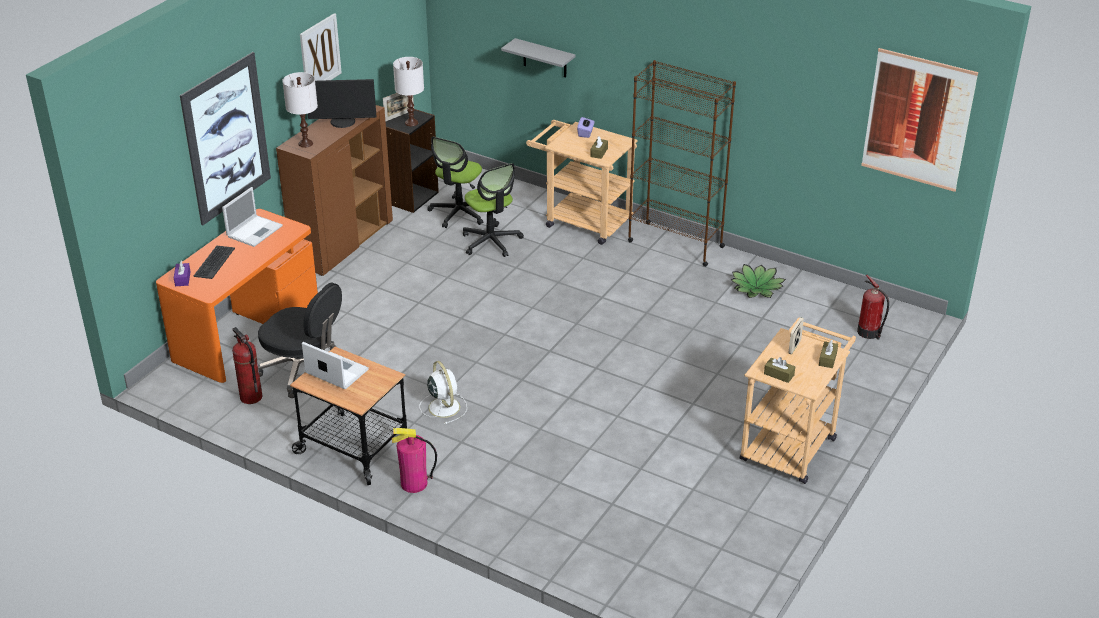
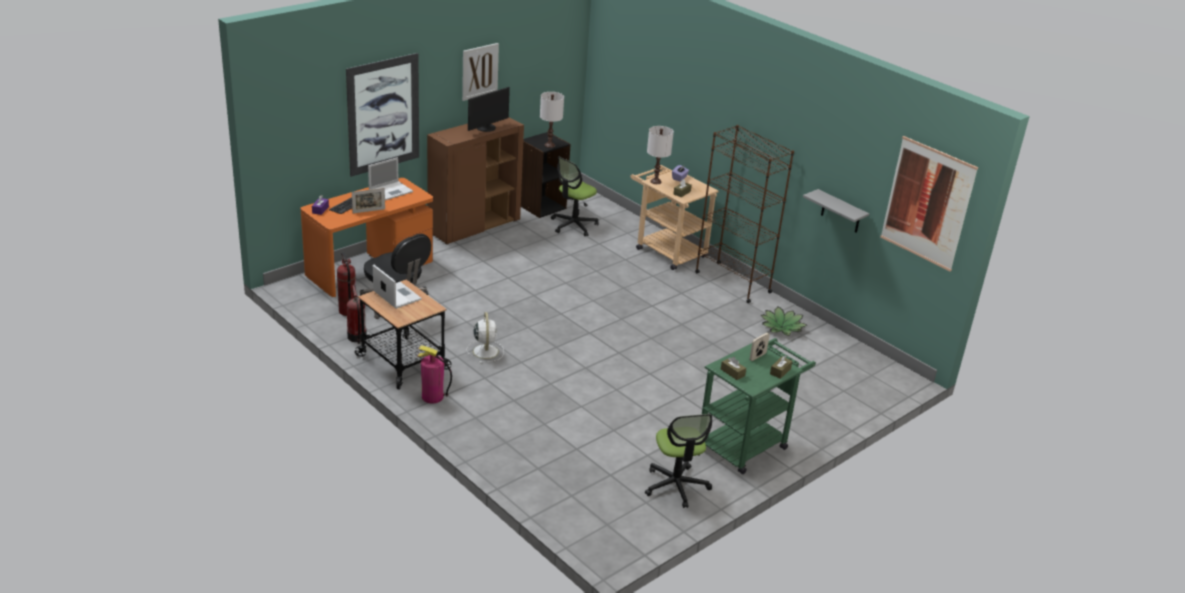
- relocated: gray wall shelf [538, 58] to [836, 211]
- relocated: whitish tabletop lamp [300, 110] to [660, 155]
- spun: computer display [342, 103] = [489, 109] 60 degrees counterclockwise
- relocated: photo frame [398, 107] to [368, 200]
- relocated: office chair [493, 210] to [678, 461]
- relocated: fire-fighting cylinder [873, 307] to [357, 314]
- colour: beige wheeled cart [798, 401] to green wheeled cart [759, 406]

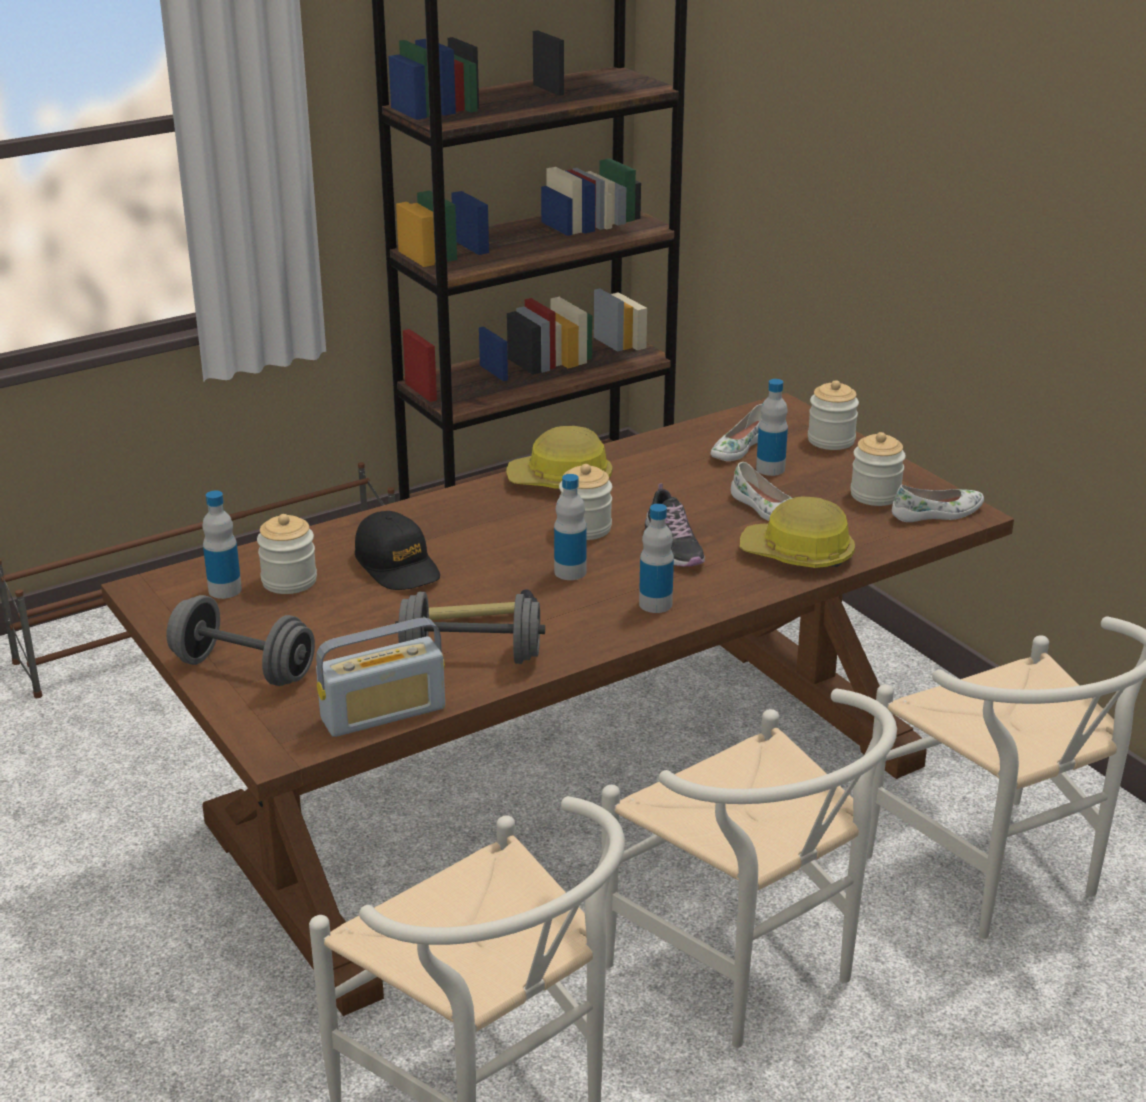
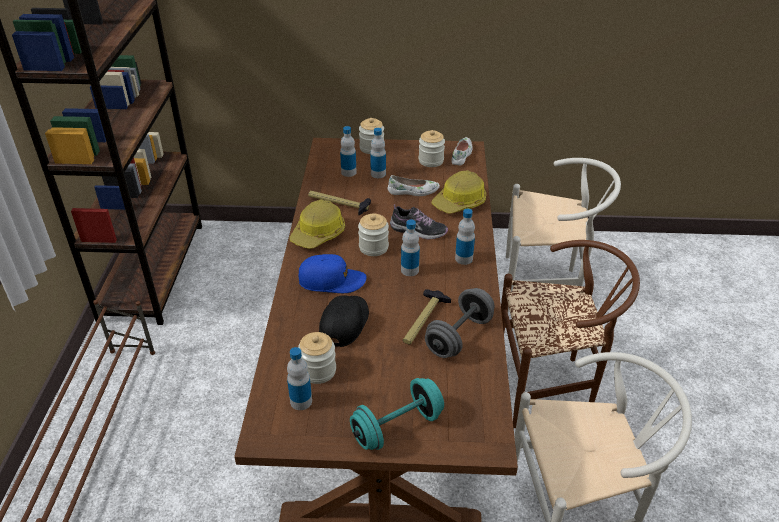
- exchanged: whitish low shoe [736, 432] to drink bottle [348, 151]
- spun: black cap [397, 550] = [344, 321] 75 degrees counterclockwise
- colour: gray hand weight [240, 640] to turquoise hand weight [397, 414]
- missing: radio receiver [380, 677]
- colour: whitish plain chair [749, 868] to brown-coloured plain chair [570, 334]
- appeared: hand hammer [339, 203]
- appeared: bluish cap [332, 273]

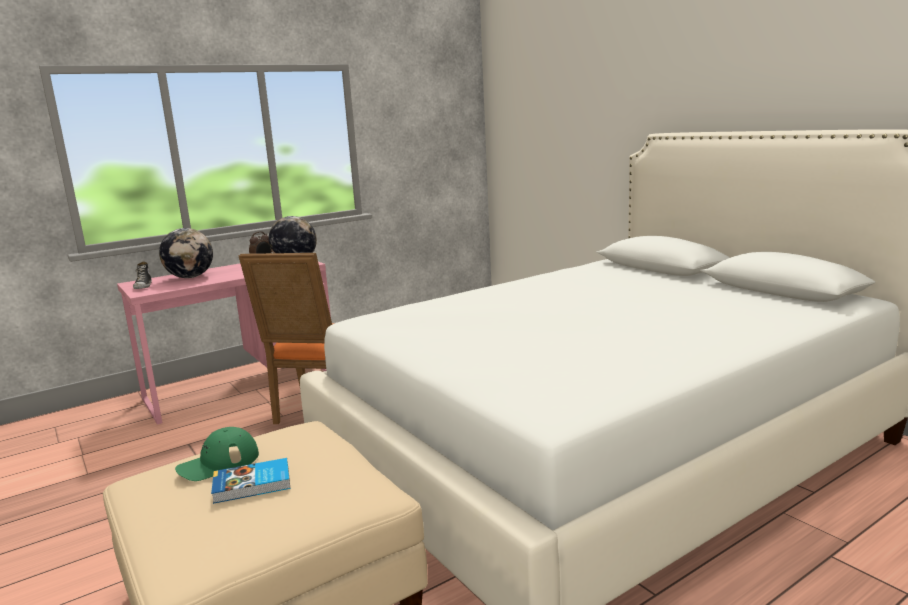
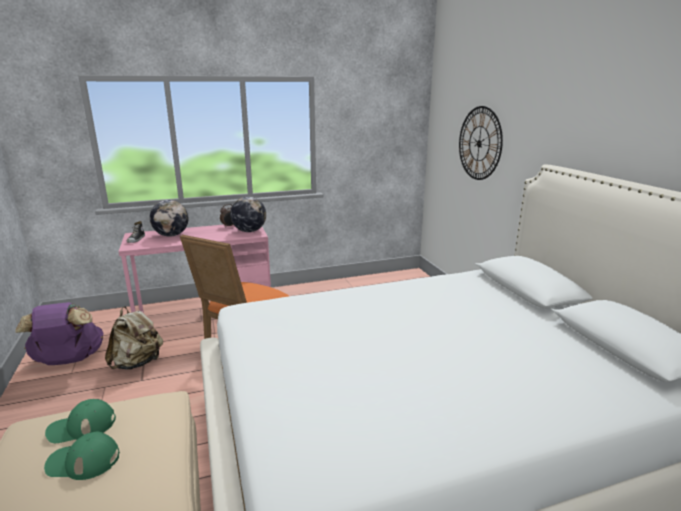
- exchanged: volume [250, 481] to green cap [82, 456]
- appeared: hanging clock [481, 143]
- appeared: purple rucksack [59, 333]
- appeared: beige rucksack [134, 338]

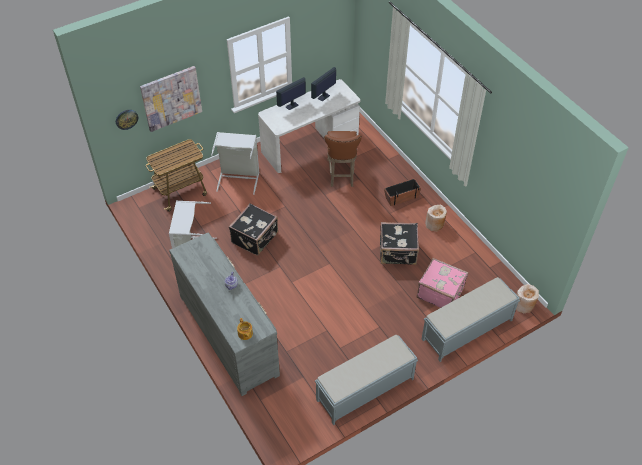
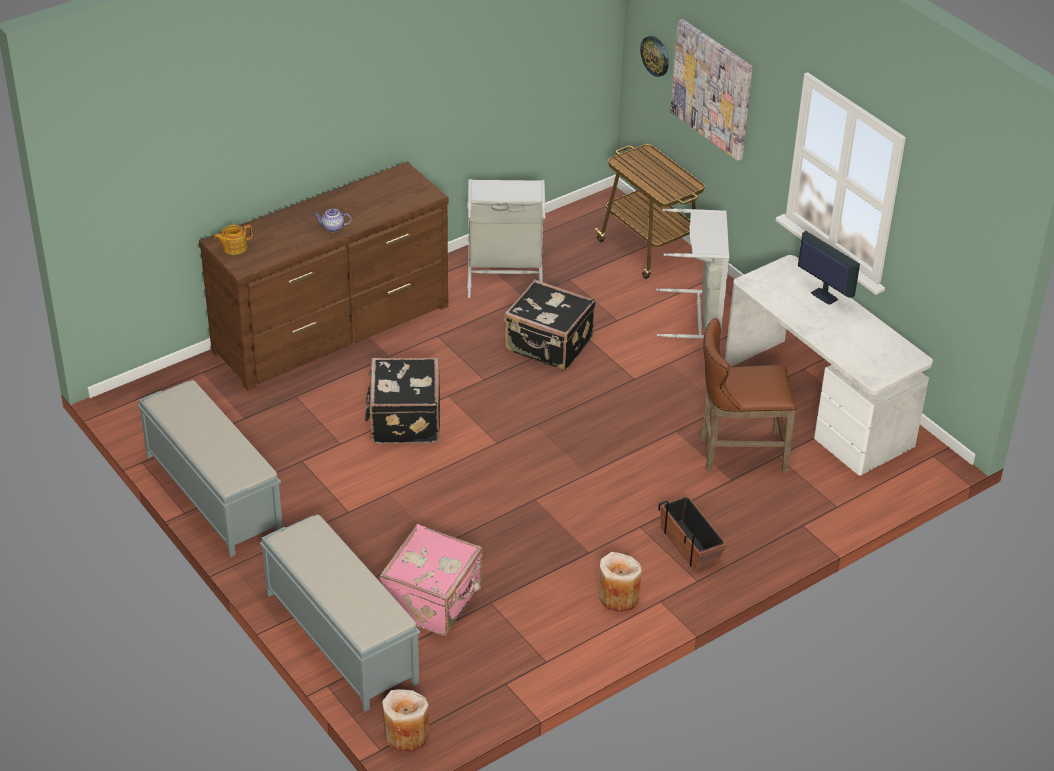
- missing: computer display [323, 84]
- relocated: black suitcase [399, 243] to [402, 401]
- colour: gray drawer chest [224, 314] to brown-coloured drawer chest [324, 276]

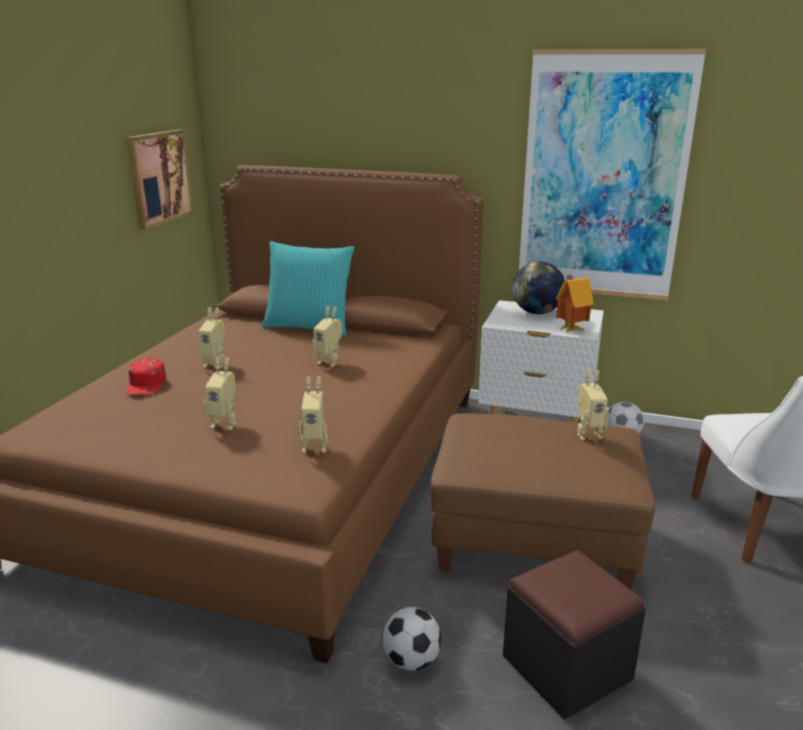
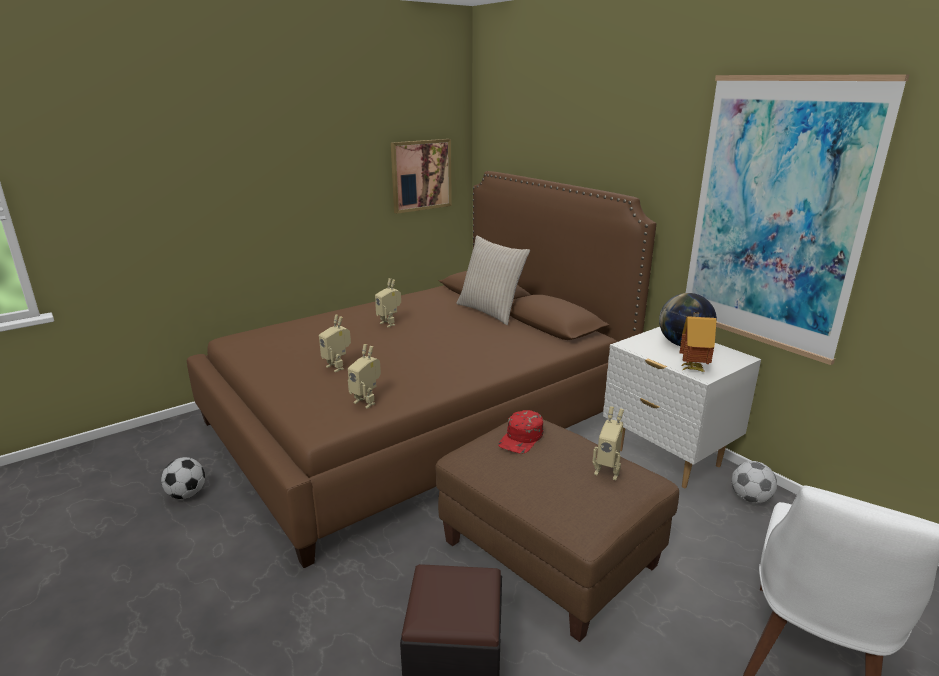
- colour: turquoise throw pillow [308, 288] to beige throw pillow [493, 280]
- missing: model robot [327, 336]
- relocated: red-coloured cap [145, 376] to [520, 432]
- relocated: ball for football [412, 639] to [183, 478]

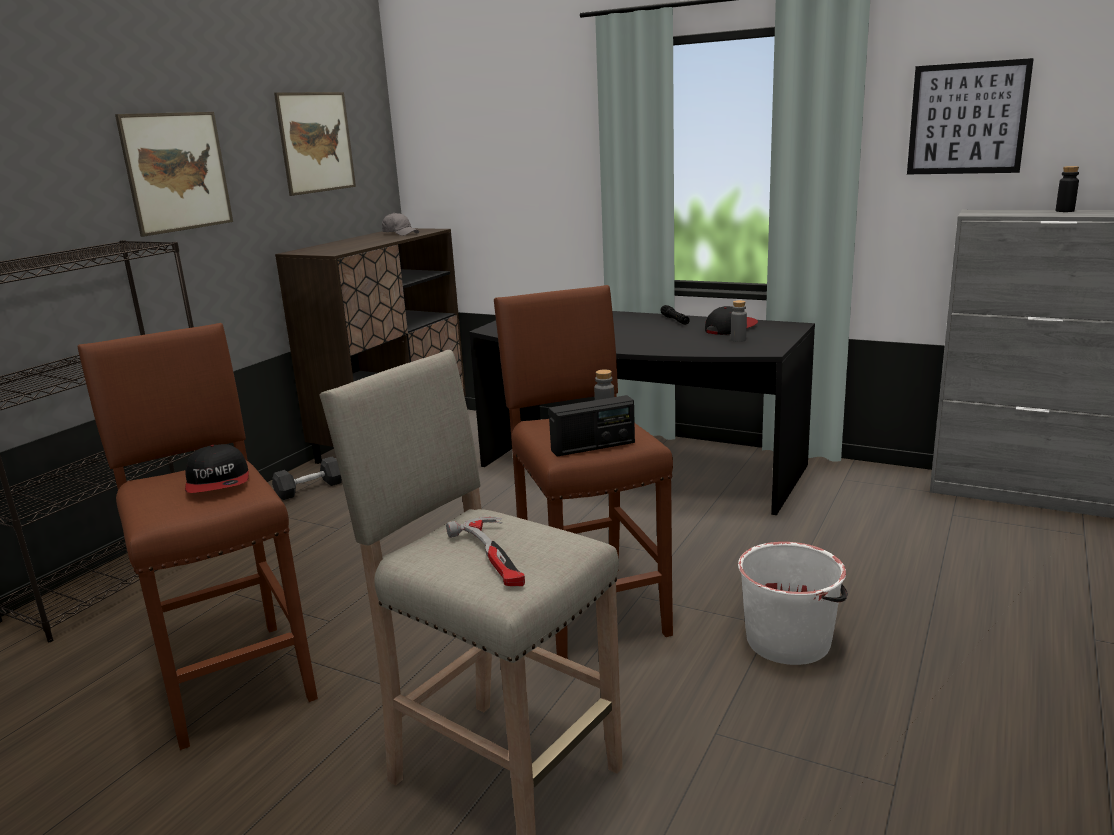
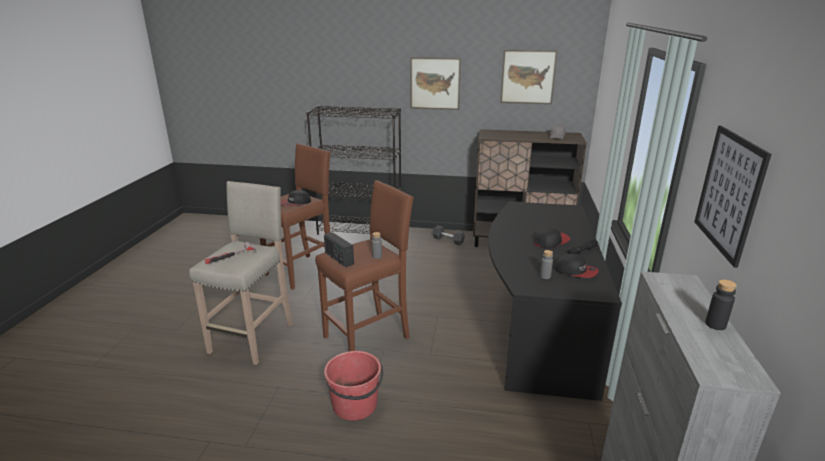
- colour: whitish bucket [793, 603] to red-coloured bucket [353, 386]
- appeared: cap [552, 237]

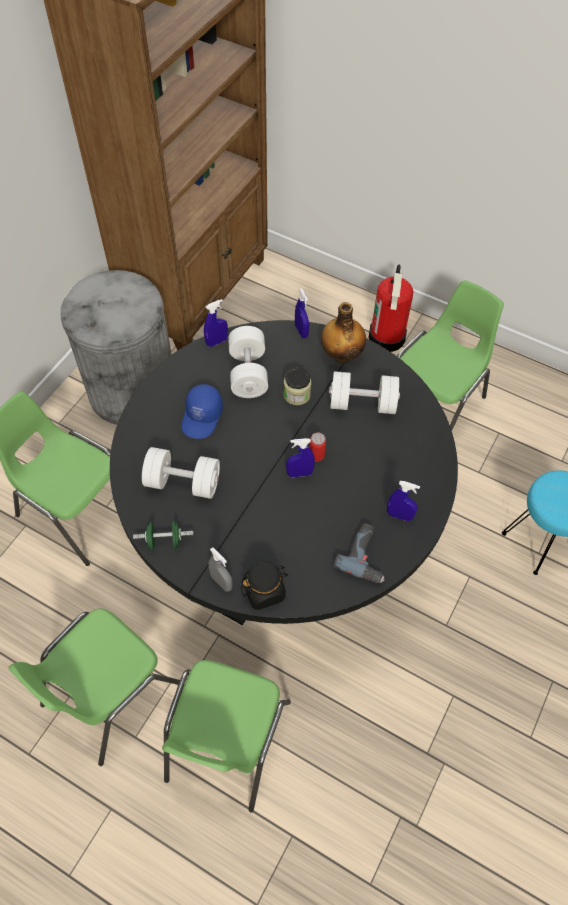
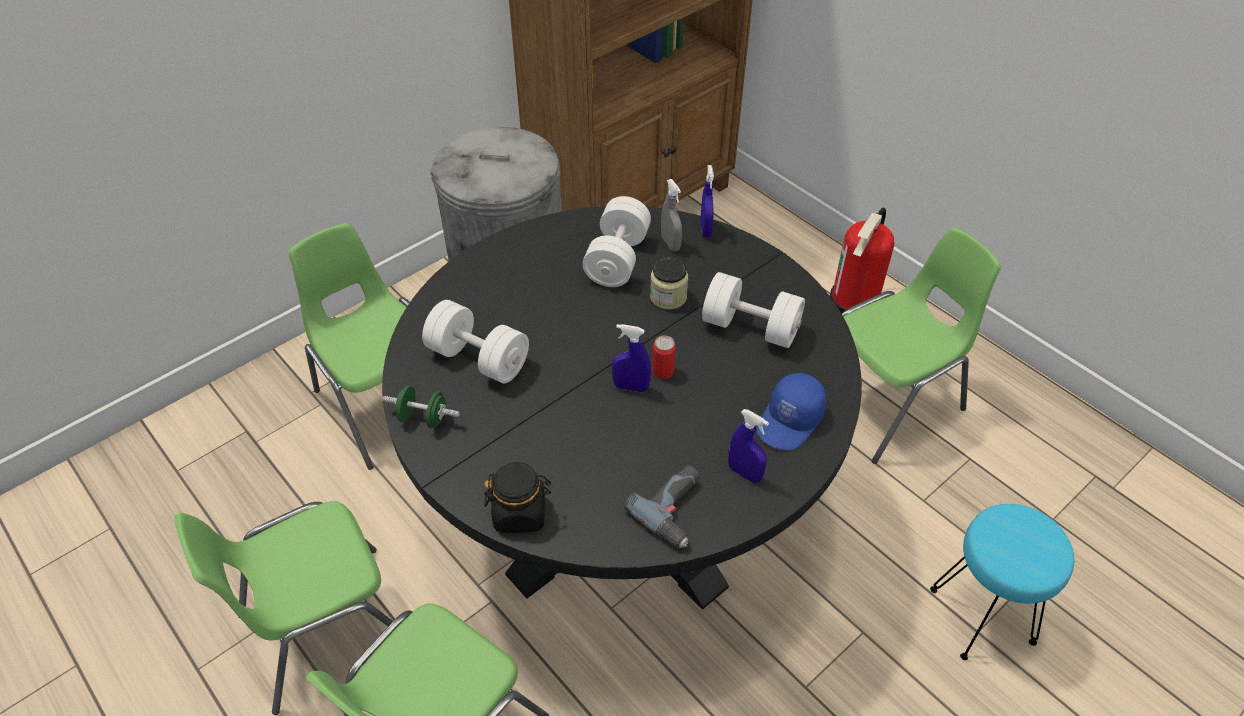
- missing: bluish spray bottle [216, 323]
- missing: drink bottle [343, 332]
- relocated: bluish cap [202, 411] to [791, 411]
- relocated: gray spray bottle [221, 569] to [671, 215]

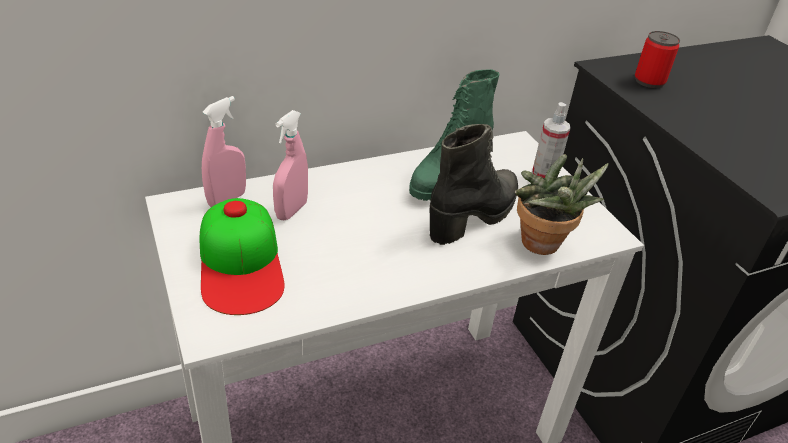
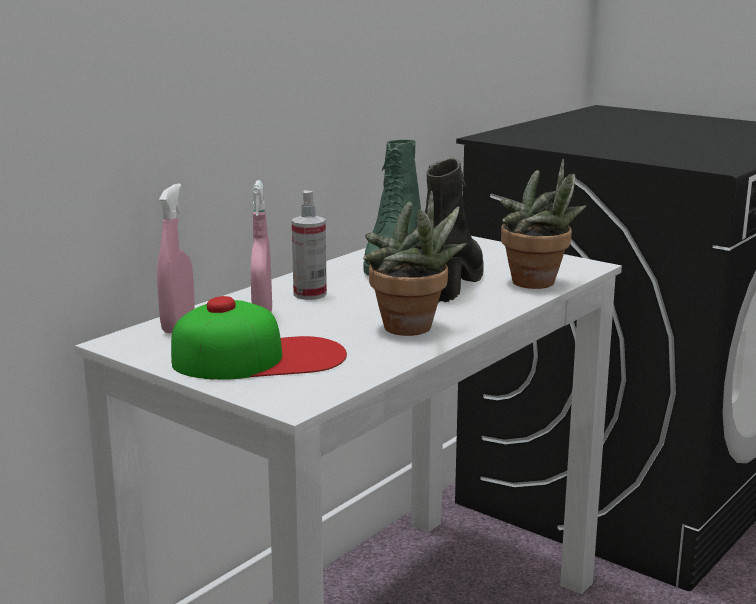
- missing: can [657, 59]
- relocated: spray bottle [551, 140] to [309, 245]
- spun: cap [242, 256] = [259, 338] 60 degrees counterclockwise
- appeared: plant in a pot [415, 263]

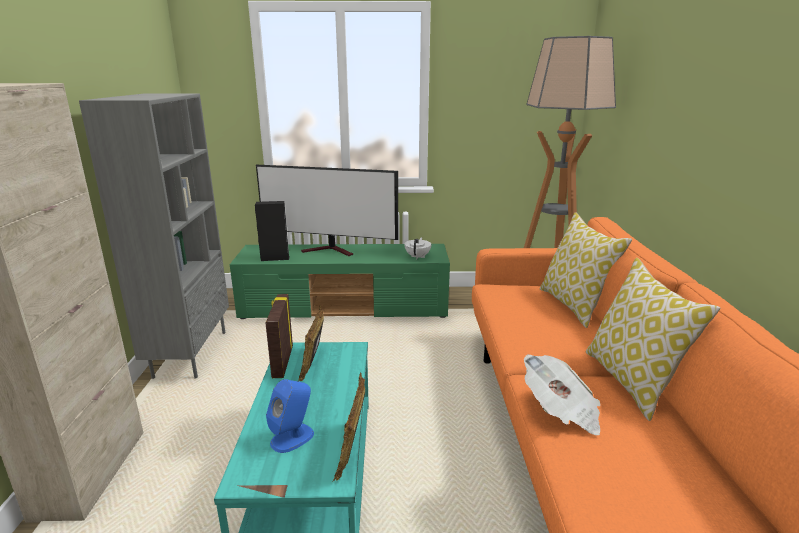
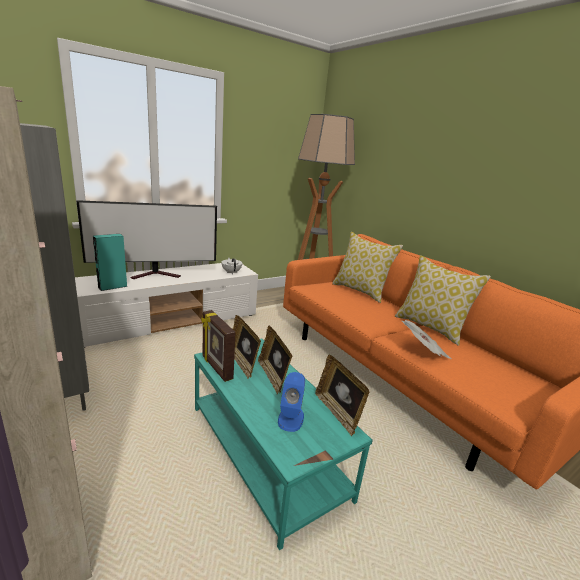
- colour: black speaker [272, 231] to turquoise speaker [110, 262]
- colour: green tv stand [340, 281] to whitish tv stand [166, 305]
- appeared: photo frame [275, 360]

